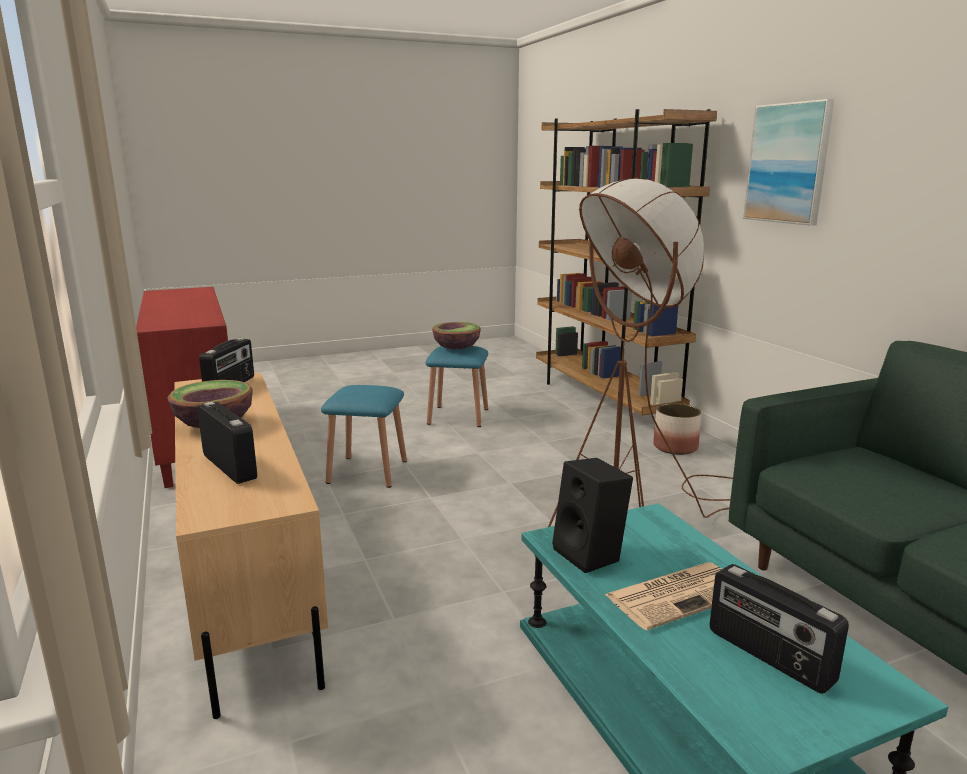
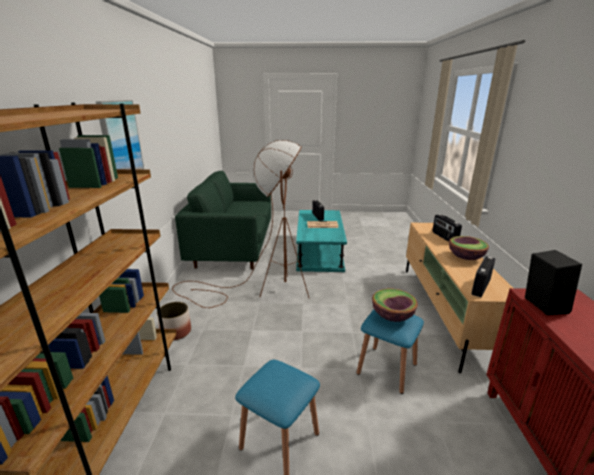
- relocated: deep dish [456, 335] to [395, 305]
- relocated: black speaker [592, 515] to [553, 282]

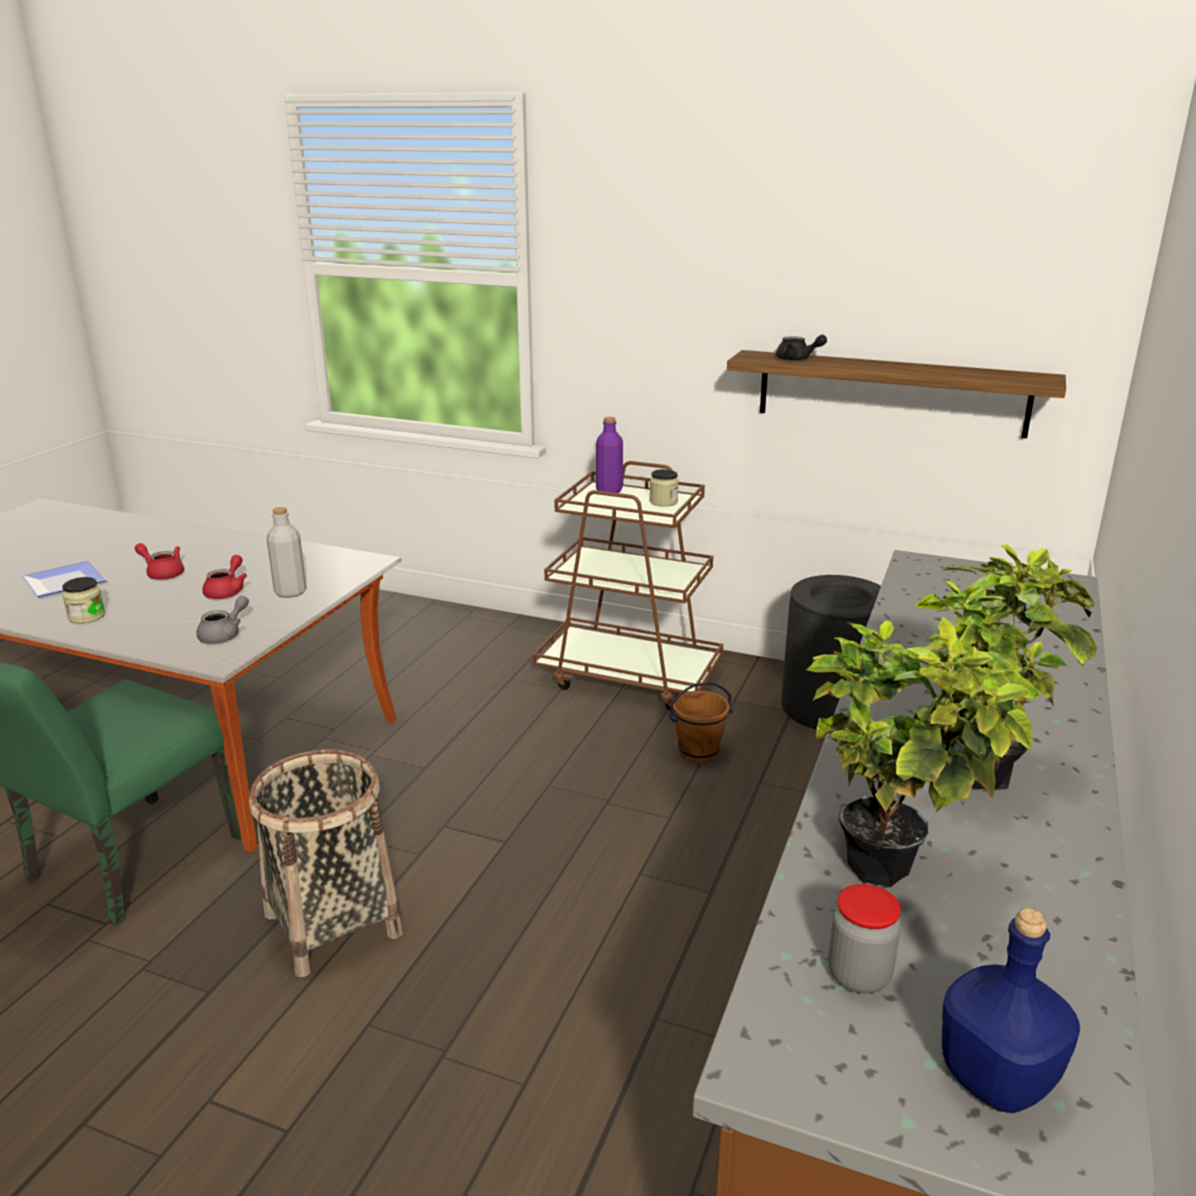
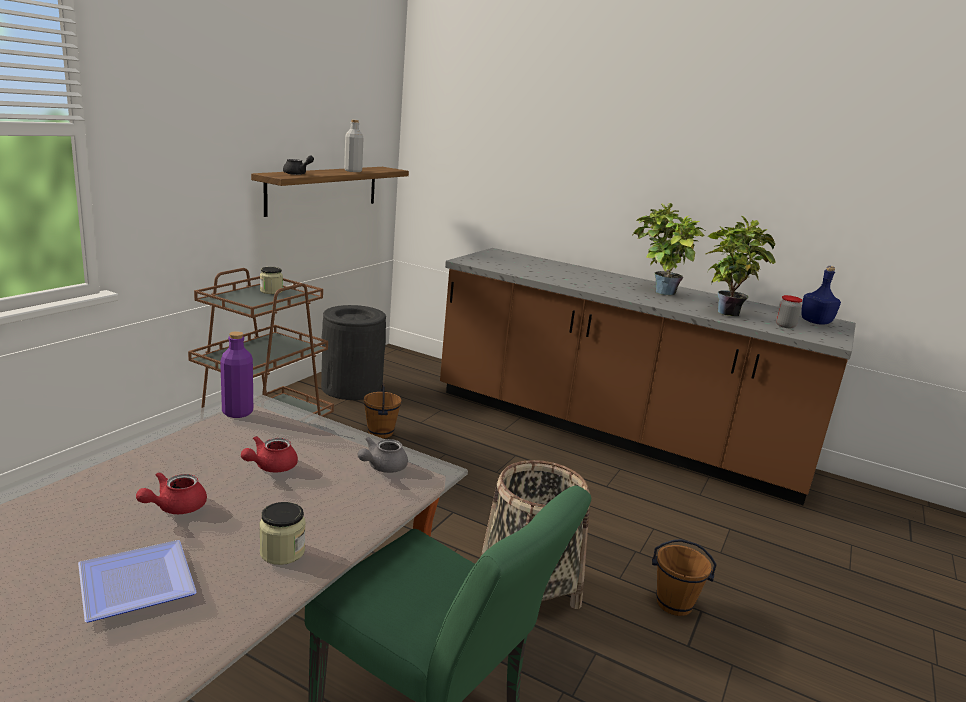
- relocated: purple drink bottle [609, 455] to [236, 374]
- relocated: gray drink bottle [286, 552] to [353, 146]
- spun: red-coloured teapot [224, 577] = [269, 454] 75 degrees counterclockwise
- spun: gray teapot [222, 620] = [383, 455] 90 degrees counterclockwise
- appeared: brown-coloured bucket [684, 577]

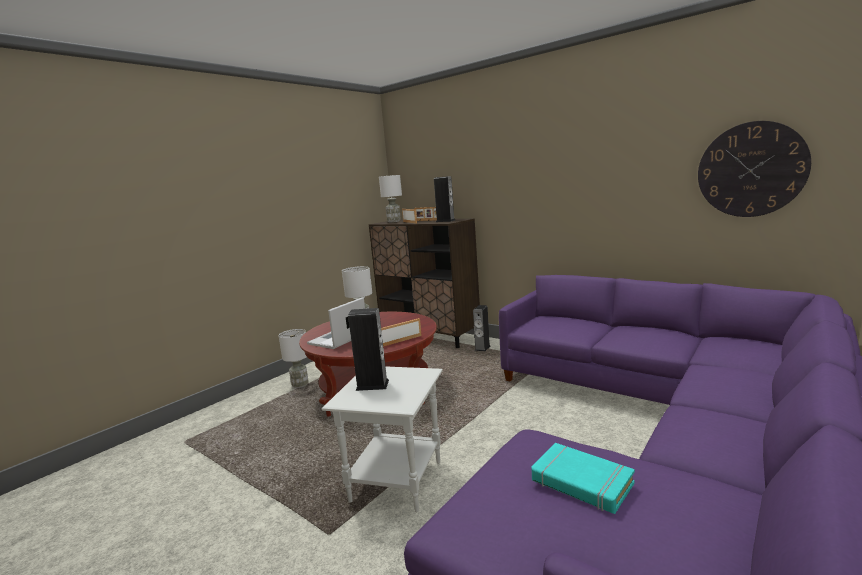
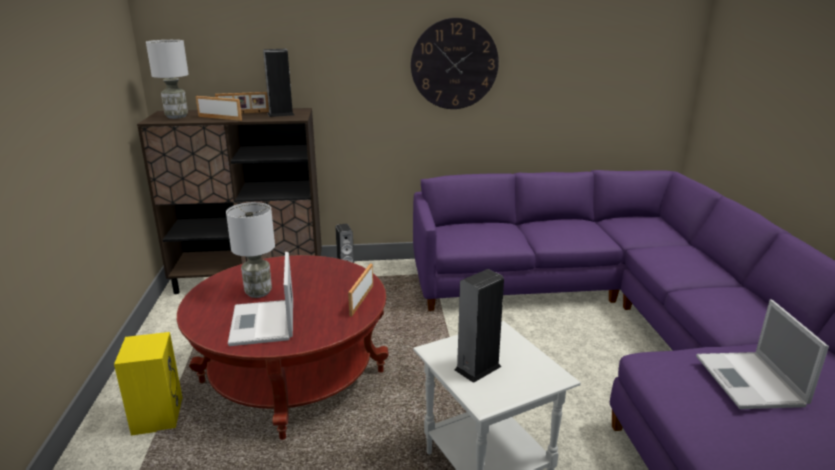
- relocated: hanging clock [754, 169] to [455, 63]
- exchanged: whitish tabletop lamp [293, 358] to yellowish speaker [148, 384]
- exchanged: turquoise volume [583, 478] to portable computer [762, 354]

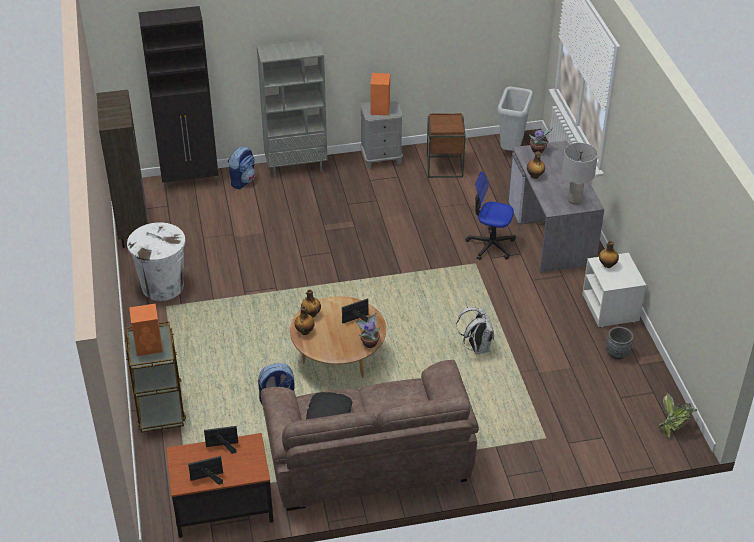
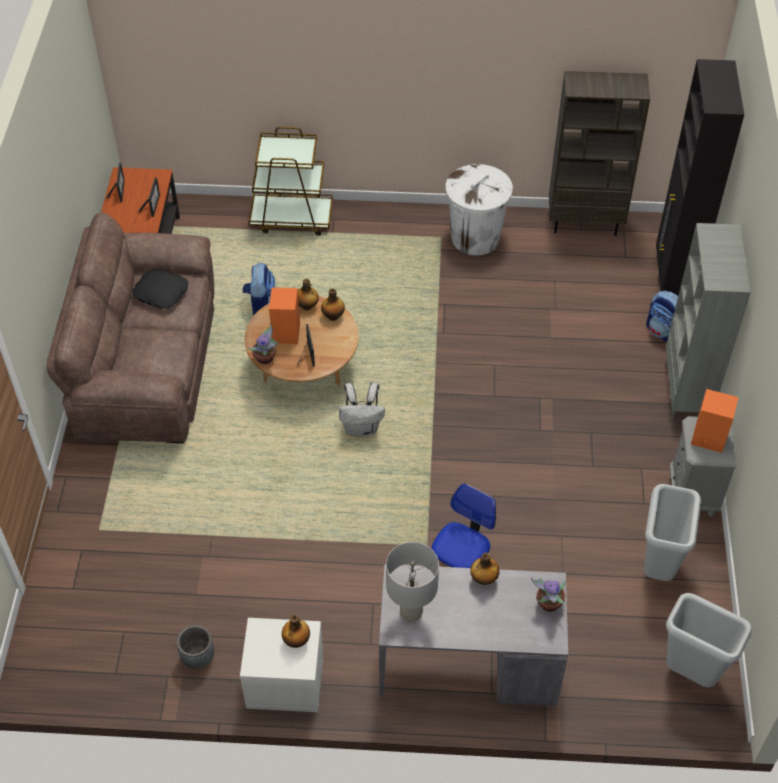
- exchanged: brown-coloured accent table [446, 145] to gray waste bin [672, 532]
- relocated: orange-coloured speaker [146, 330] to [284, 315]
- relocated: whitish rucksack [475, 330] to [362, 409]
- missing: plant in a pot [678, 414]

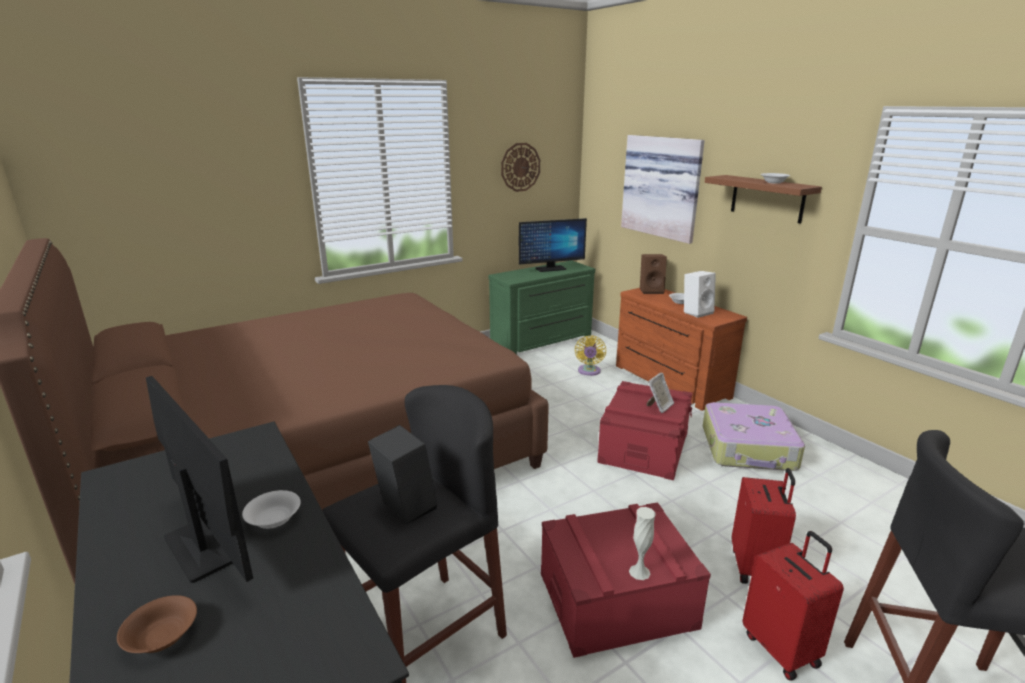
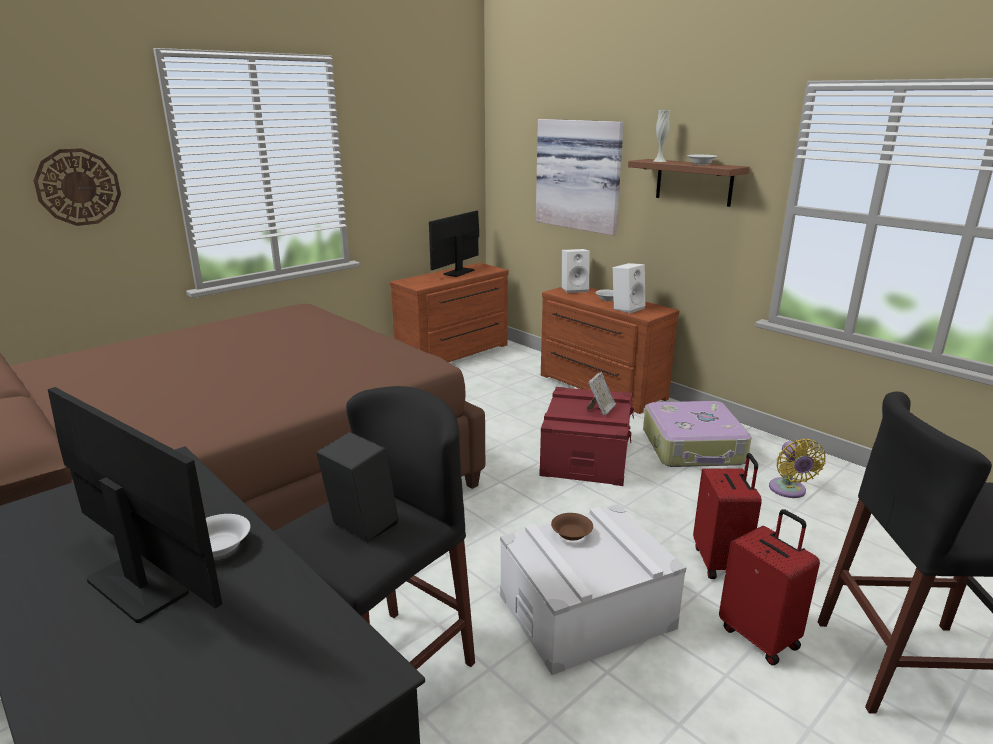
- relocated: hanging clock [520, 167] to [77, 187]
- spun: computer display [552, 245] = [454, 244] 150 degrees clockwise
- colour: brown-coloured speaker [653, 274] to whitish speaker [576, 271]
- colour: green drawer chest [541, 307] to brown-coloured drawer chest [449, 312]
- relocated: yellowish cooling fan [590, 355] to [797, 468]
- colour: red-coloured storage bin [626, 580] to whitish storage bin [593, 589]
- relocated: whitish vase [642, 543] to [662, 136]
- relocated: brown-coloured deep dish [157, 624] to [572, 527]

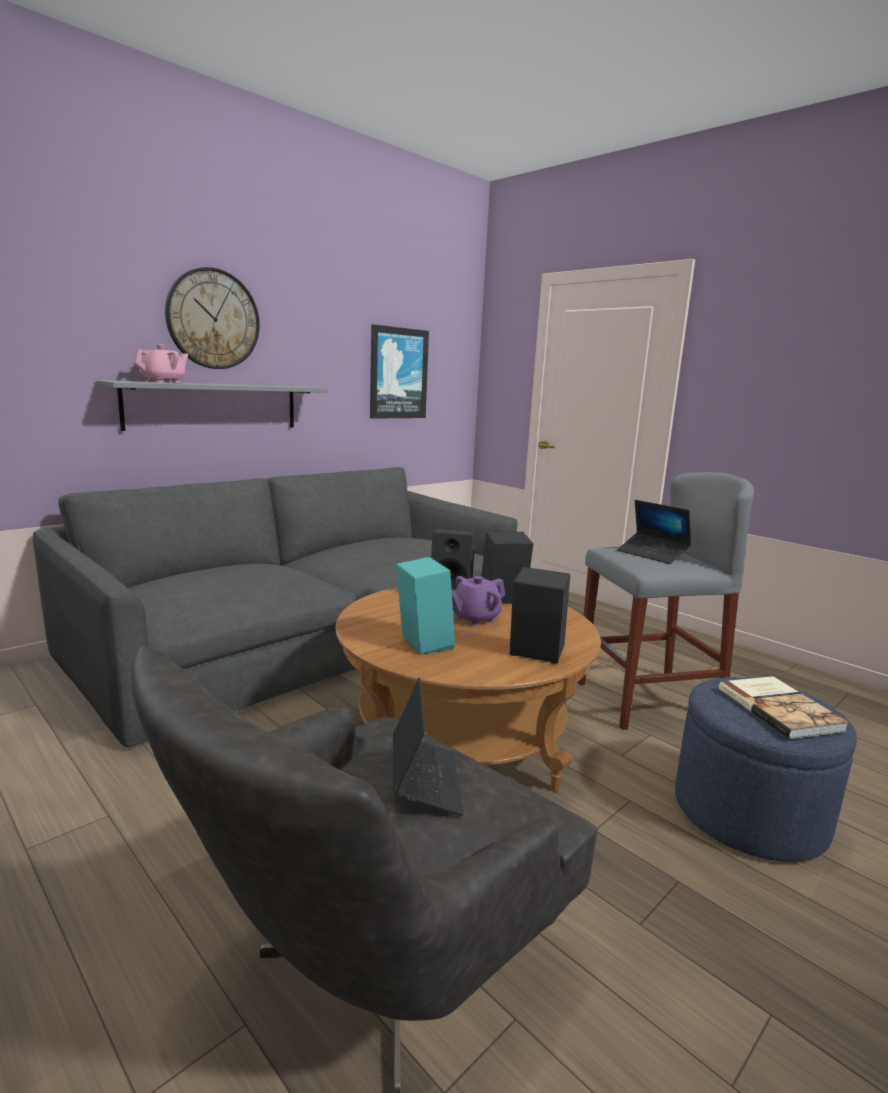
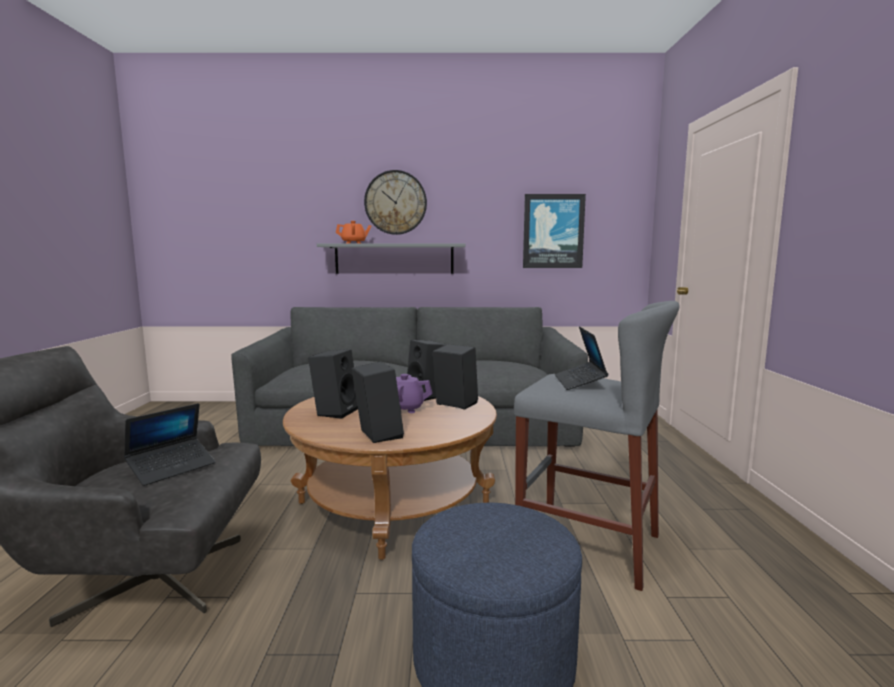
- colour: pink teapot [160, 363] to orange-coloured teapot [353, 232]
- colour: turquoise speaker [425, 605] to black speaker [333, 384]
- missing: volume [784, 707]

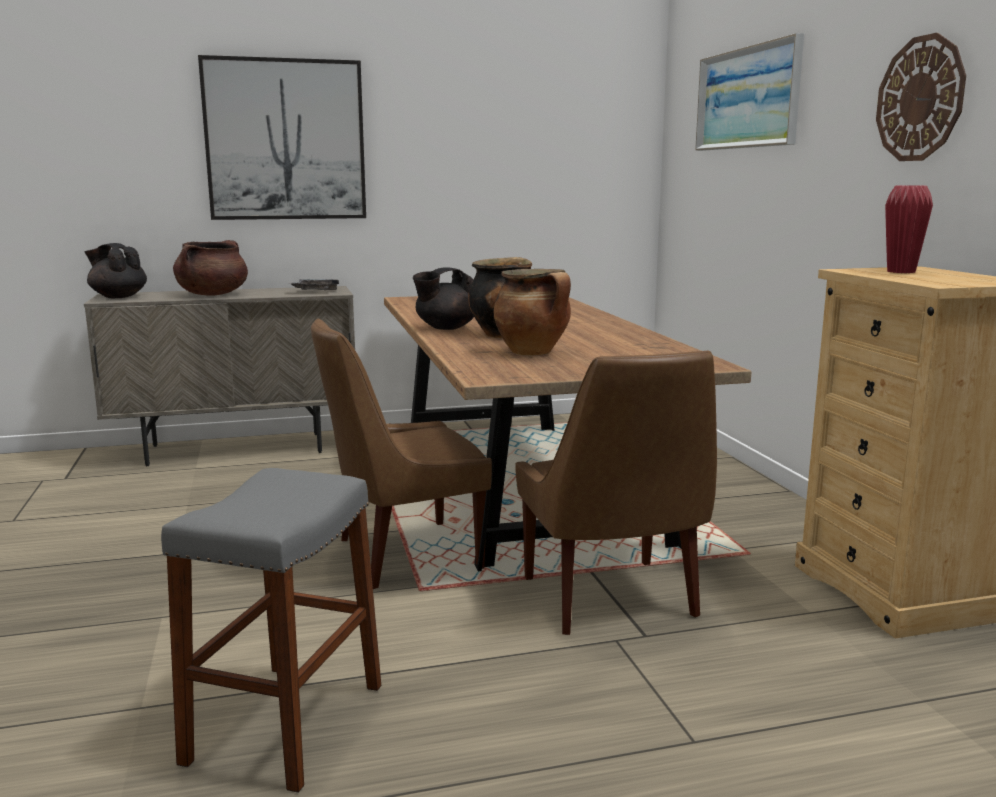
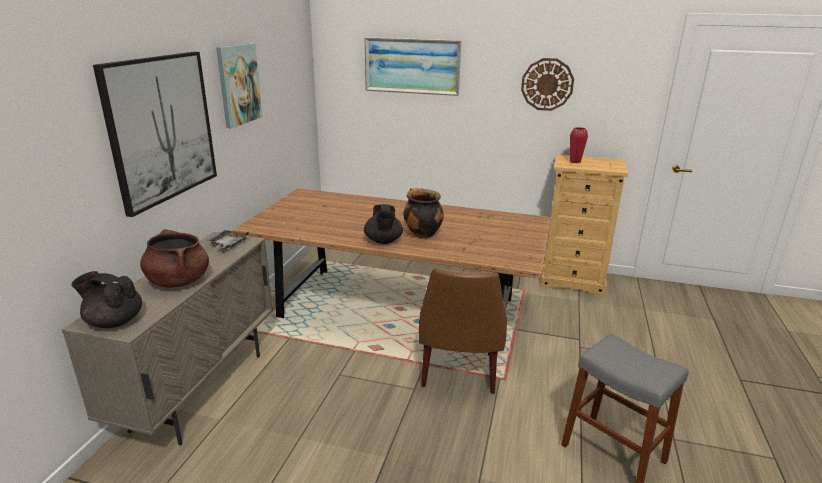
- spun: black teapot [116, 270] = [106, 299] 45 degrees clockwise
- missing: cooking pot [532, 312]
- missing: brown-coloured plain chair [616, 493]
- appeared: wall art [239, 85]

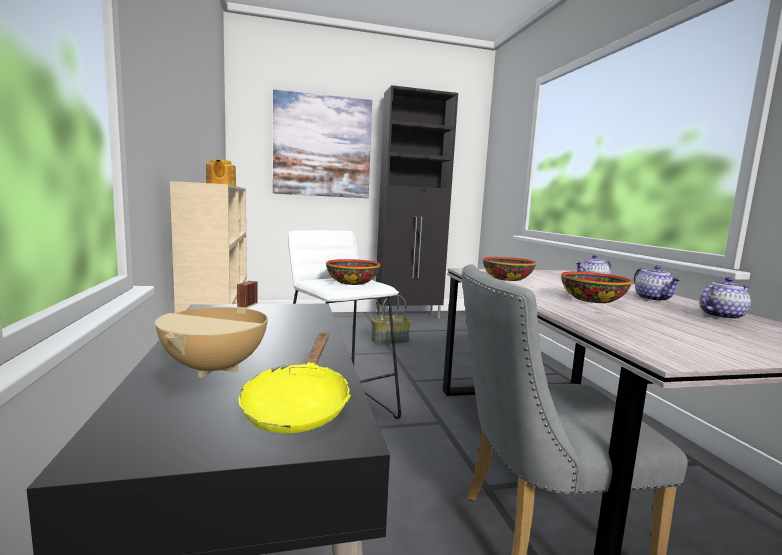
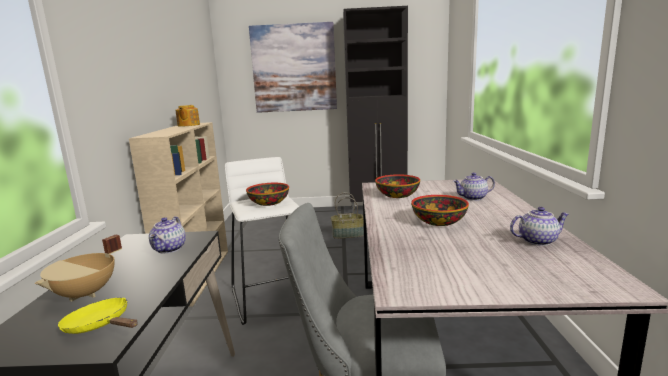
- relocated: teapot [657, 283] to [167, 235]
- spun: yellowish skillet [294, 383] = [98, 315] 105 degrees clockwise

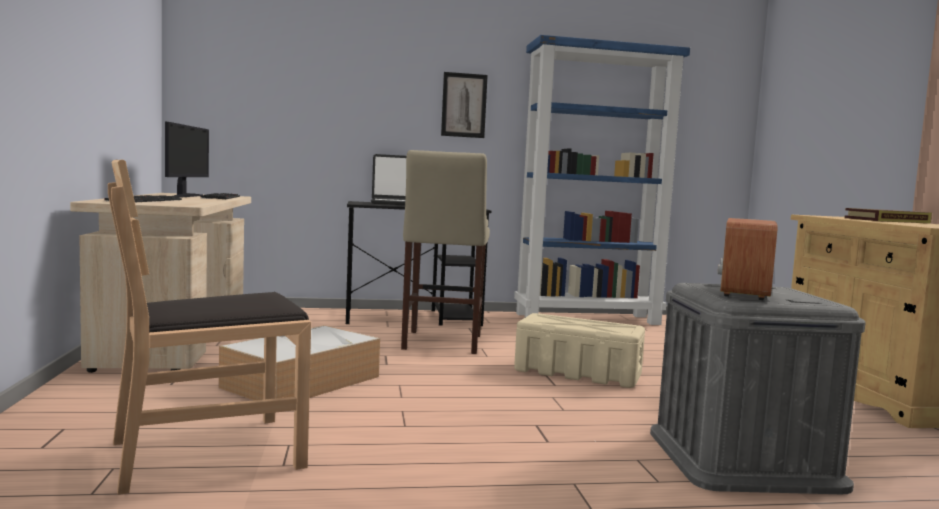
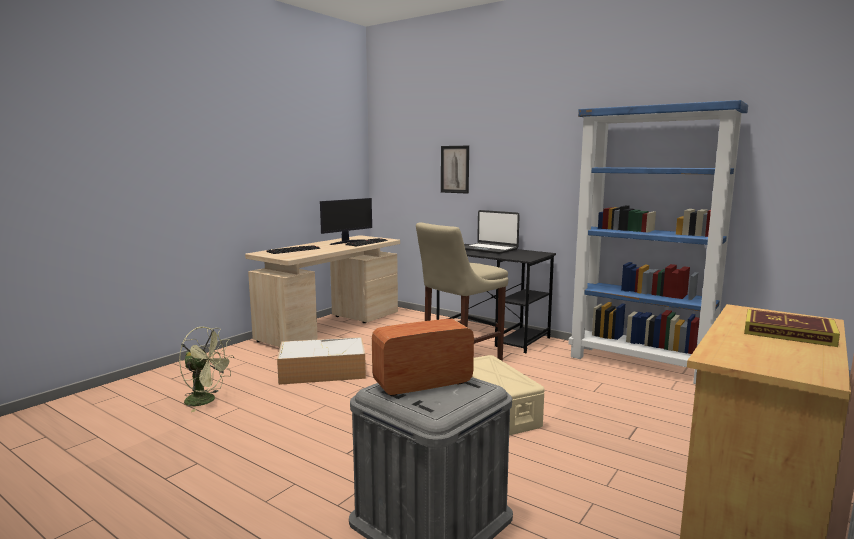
- relocated: wall art [464, 105] to [455, 170]
- exchanged: brown-coloured plain chair [209, 327] to green cooling fan [206, 369]

